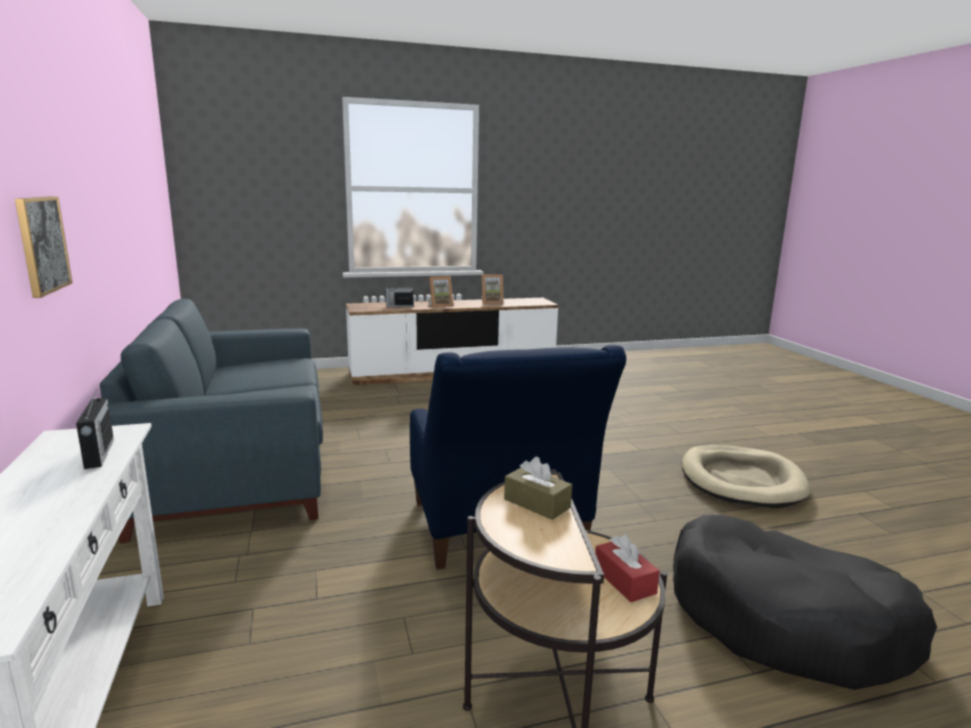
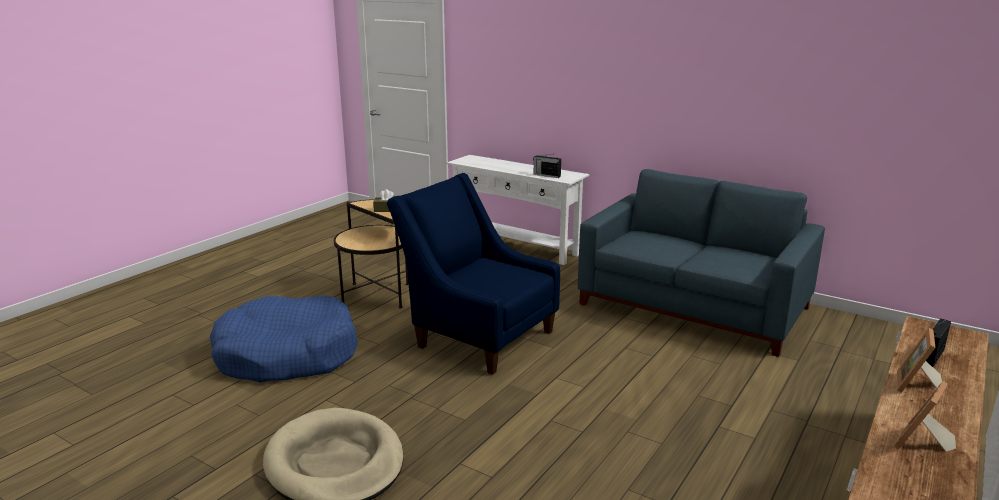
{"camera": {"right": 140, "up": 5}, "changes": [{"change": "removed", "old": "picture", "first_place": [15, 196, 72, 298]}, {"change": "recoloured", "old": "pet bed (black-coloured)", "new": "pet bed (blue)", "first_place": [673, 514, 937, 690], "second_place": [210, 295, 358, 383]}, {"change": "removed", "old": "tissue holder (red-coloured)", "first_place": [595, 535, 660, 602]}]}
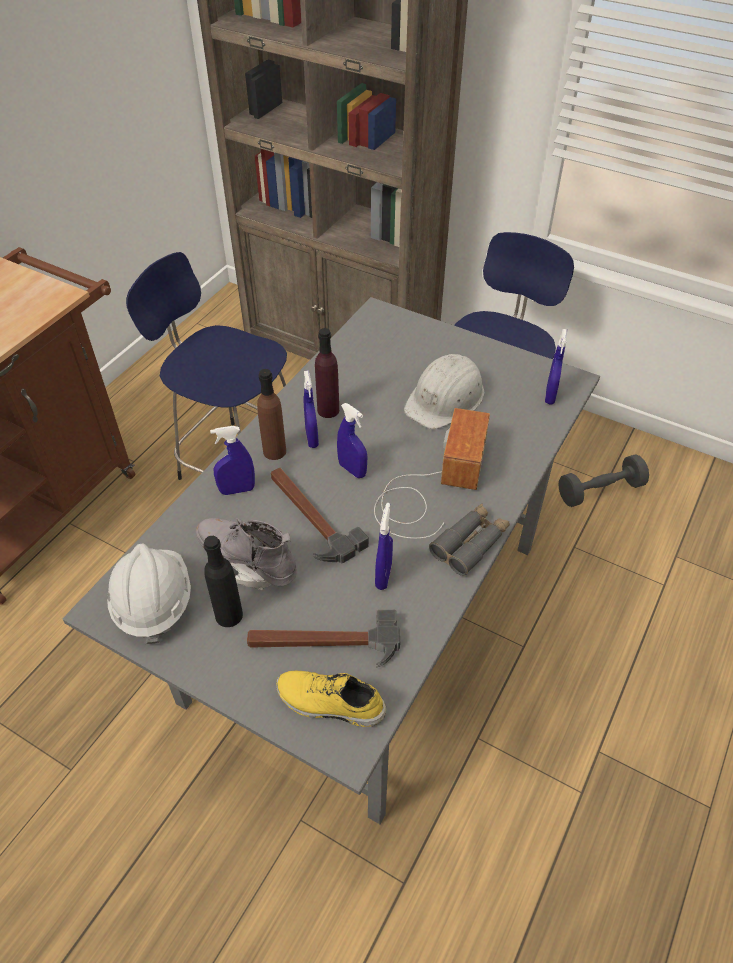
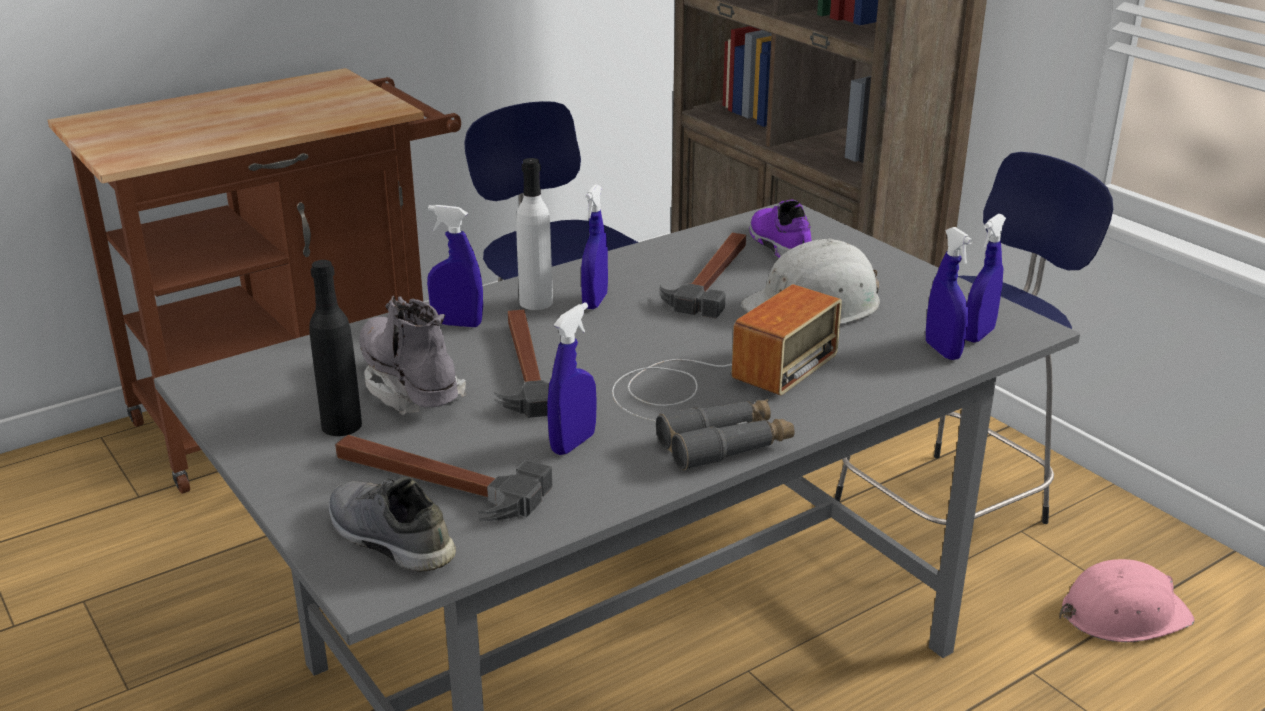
{"camera": {"right": 25, "up": -20}, "changes": [{"change": "removed", "old": "drink bottle (purple)", "first_place": [315, 328, 339, 418]}, {"change": "recoloured", "old": "drink bottle (brownish)", "new": "drink bottle (whitish)", "first_place": [257, 369, 286, 460], "second_place": [516, 158, 553, 310]}, {"change": "moved", "old": "sprayer (blue)", "first_place": [337, 403, 367, 478], "second_place": [926, 227, 973, 360]}, {"change": "replaced", "old": "dumbbell (greyish)", "new": "hard hat (pink)", "first_place": [558, 454, 649, 507], "second_place": [1060, 559, 1194, 642]}, {"change": "removed", "old": "hard hat (whitish)", "first_place": [107, 544, 191, 644]}, {"change": "recoloured", "old": "shoe (yellow-coloured)", "new": "shoe (greyish)", "first_place": [276, 671, 386, 727], "second_place": [329, 477, 456, 572]}, {"change": "added", "new": "shoe (purple)", "second_place": [749, 200, 812, 258]}, {"change": "added", "new": "tool hammer", "second_place": [659, 233, 746, 318]}]}
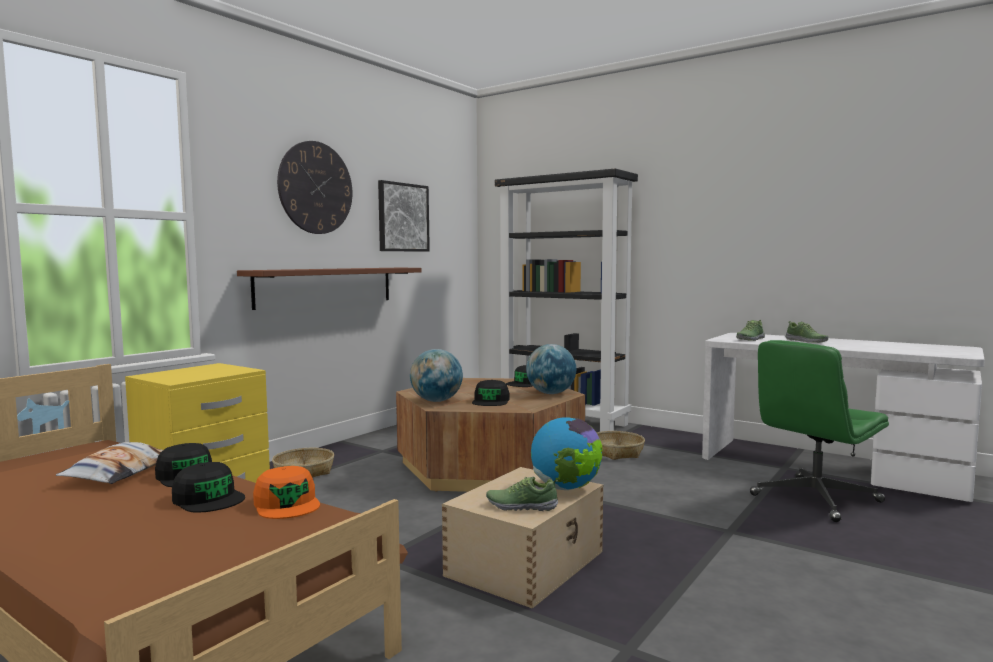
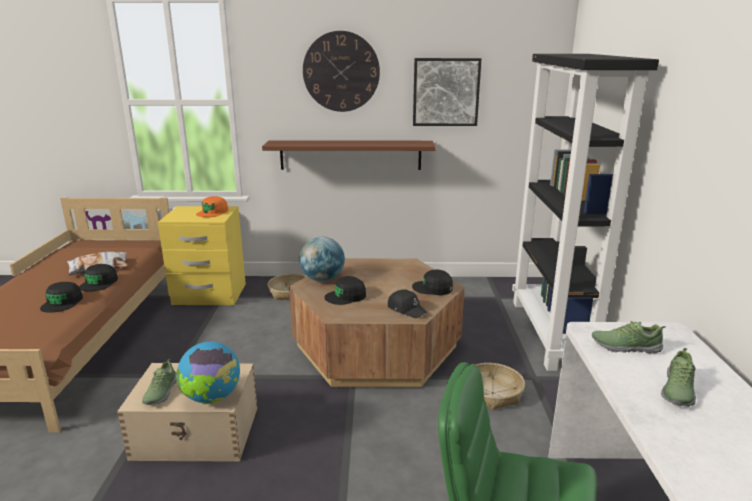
{"camera": {"right": 55, "up": 15}, "changes": [{"change": "replaced", "old": "world globe", "new": "cap (black-coloured)", "first_place": [526, 344, 576, 394], "second_place": [388, 289, 427, 318]}, {"change": "moved", "old": "cap (orangey)", "first_place": [253, 466, 320, 519], "second_place": [196, 196, 228, 217]}, {"change": "turned", "old": "shoe", "first_place": [486, 477, 558, 511], "second_place": [142, 359, 177, 405], "degrees": -150}]}
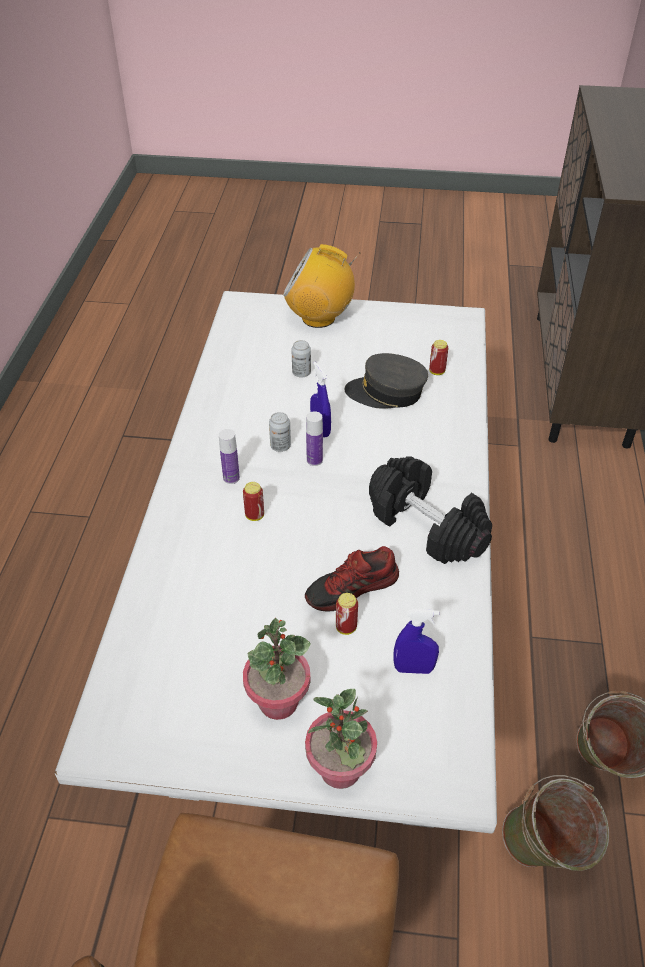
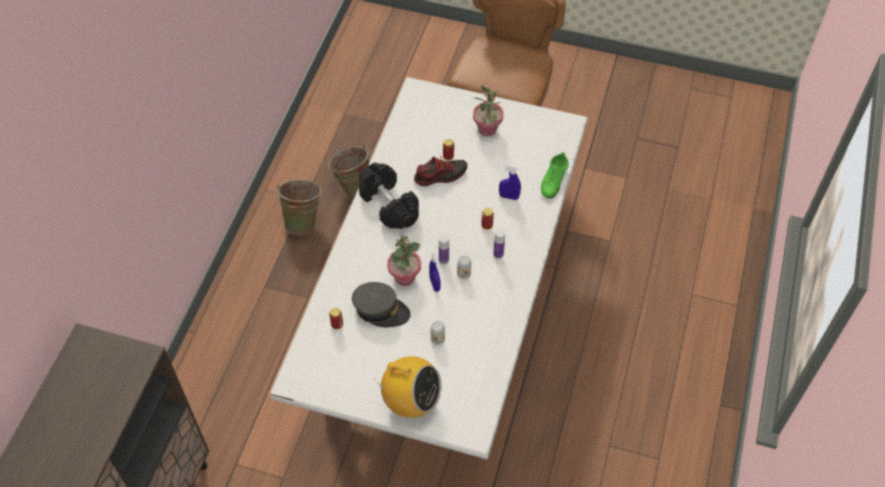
{"camera": {"right": -170, "up": 10}, "changes": [{"change": "moved", "old": "sprayer (blue)", "first_place": [393, 609, 439, 674], "second_place": [499, 165, 521, 200]}, {"change": "moved", "old": "plant in a pot", "first_place": [305, 689, 377, 789], "second_place": [387, 236, 421, 286]}, {"change": "added", "new": "shoe (green-coloured)", "second_place": [541, 152, 569, 199]}]}
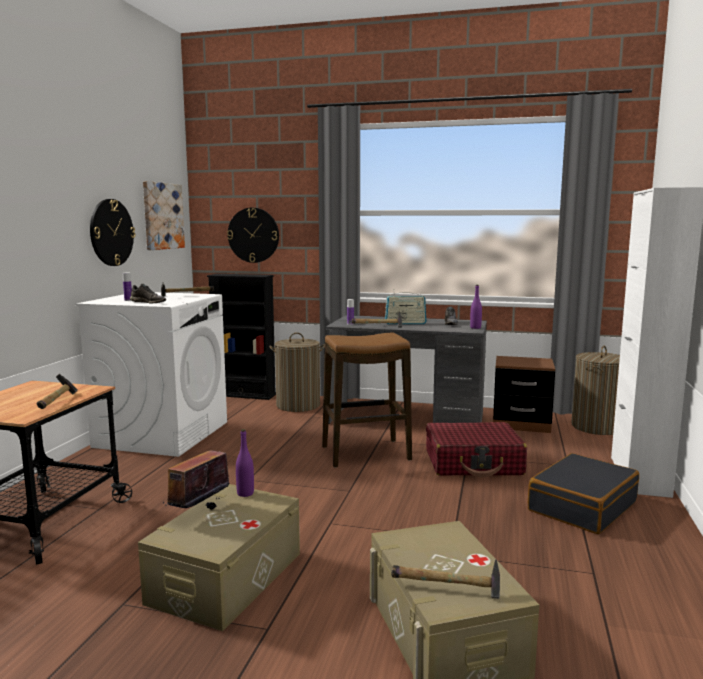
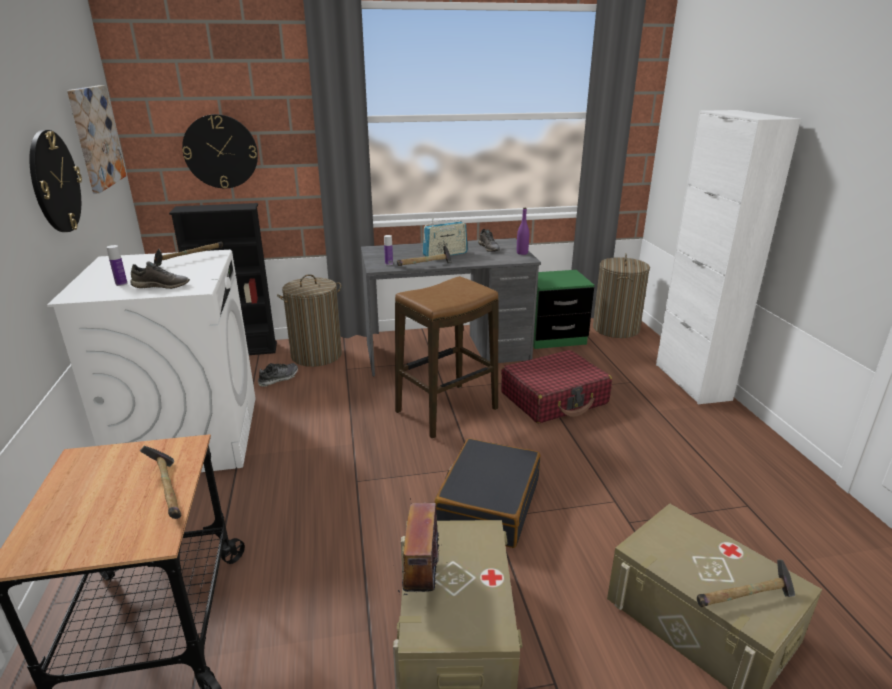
{"camera": {"right": -25, "up": 15}, "changes": [{"change": "recoloured", "old": "bedside table (brownish)", "new": "bedside table (green-coloured)", "first_place": [493, 356, 555, 433], "second_place": [533, 270, 595, 349]}, {"change": "removed", "old": "drink bottle (purple)", "first_place": [236, 429, 254, 497]}, {"change": "moved", "old": "suitcase (black-coloured)", "first_place": [528, 453, 639, 534], "second_place": [434, 438, 540, 548]}, {"change": "added", "new": "shoe", "second_place": [258, 363, 298, 387]}]}
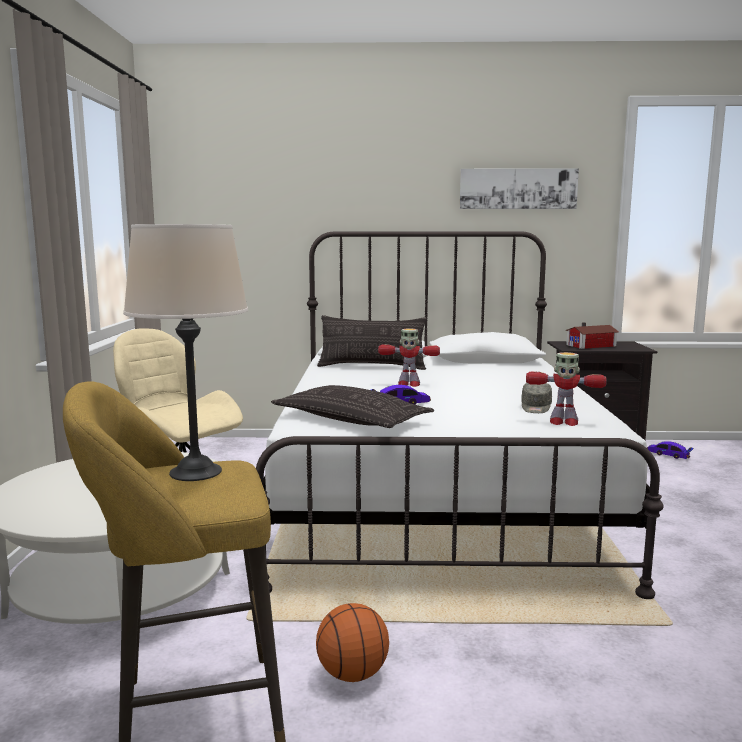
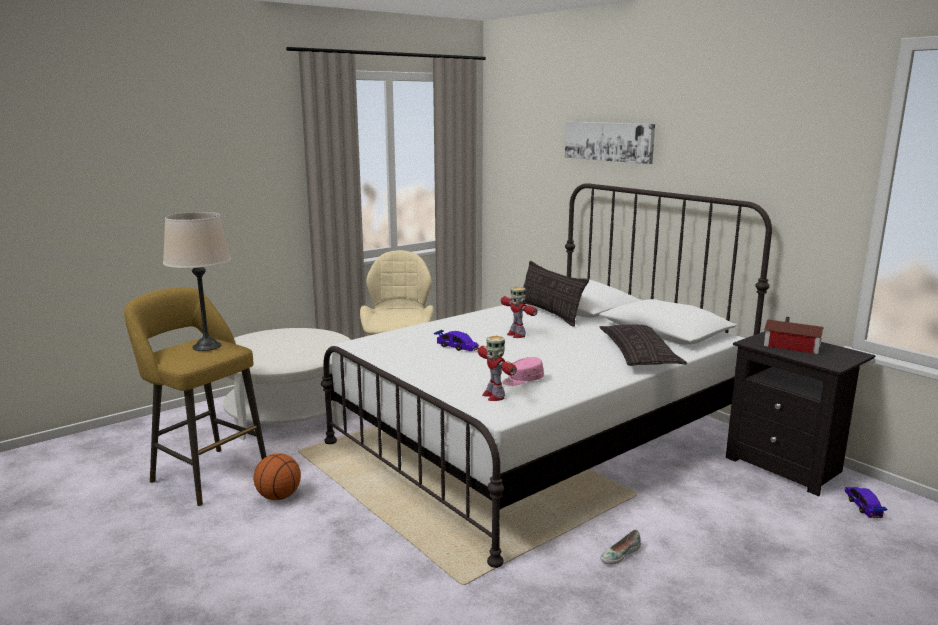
{"camera": {"right": 50, "up": 5}, "changes": [{"change": "moved", "old": "picture", "first_place": [460, 168, 579, 209], "second_place": [565, 122, 655, 164]}, {"change": "recoloured", "old": "cap (greyish)", "new": "cap (pink)", "first_place": [521, 383, 552, 413], "second_place": [503, 357, 544, 386]}, {"change": "moved", "old": "throw pillow", "first_place": [271, 385, 434, 428], "second_place": [600, 324, 687, 366]}, {"change": "added", "new": "shoe (whitish)", "second_place": [600, 529, 641, 565]}]}
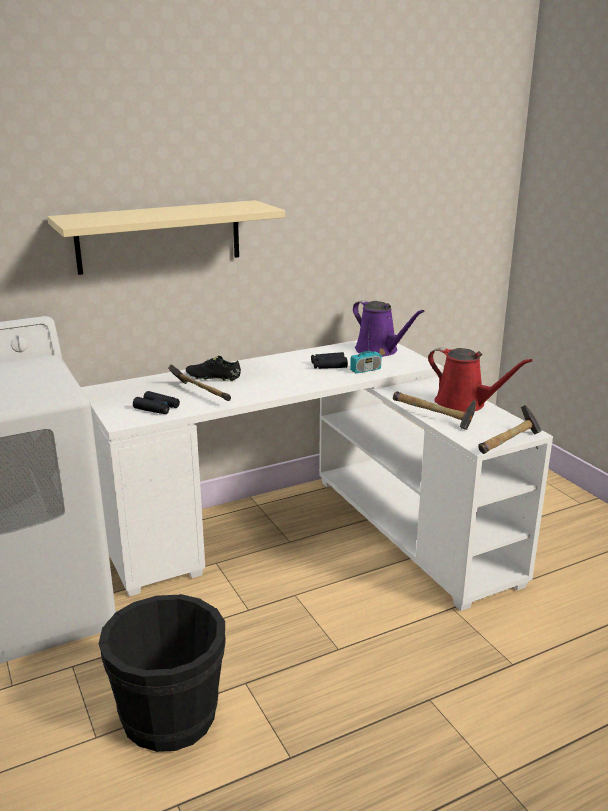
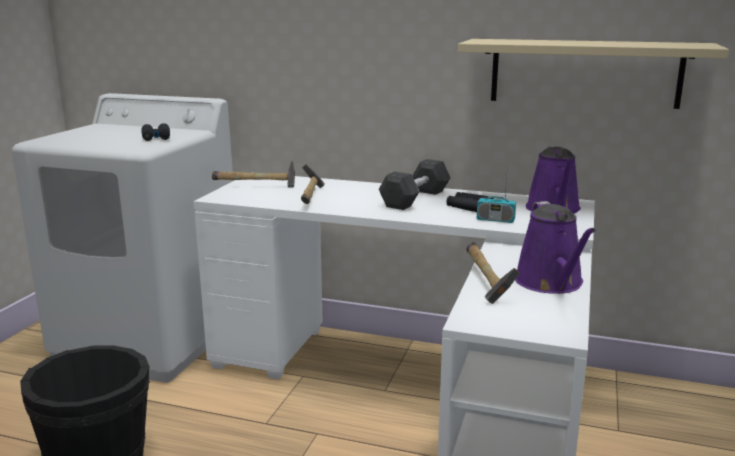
{"camera": {"right": 45, "up": -5}, "changes": [{"change": "moved", "old": "shelf (beige)", "first_place": [47, 200, 285, 275], "second_place": [458, 39, 729, 109]}, {"change": "recoloured", "old": "watering pot (red-coloured)", "new": "watering pot (purple)", "first_place": [428, 347, 533, 413], "second_place": [515, 201, 596, 294]}, {"change": "removed", "old": "shoe (black-coloured)", "first_place": [186, 356, 241, 382]}, {"change": "moved", "old": "field glasses (black-coloured)", "first_place": [133, 391, 180, 414], "second_place": [141, 123, 170, 141]}, {"change": "moved", "old": "tool hammer", "first_place": [478, 405, 542, 454], "second_place": [212, 161, 295, 188]}, {"change": "added", "new": "dumbbell (greyish)", "second_place": [379, 159, 451, 210]}]}
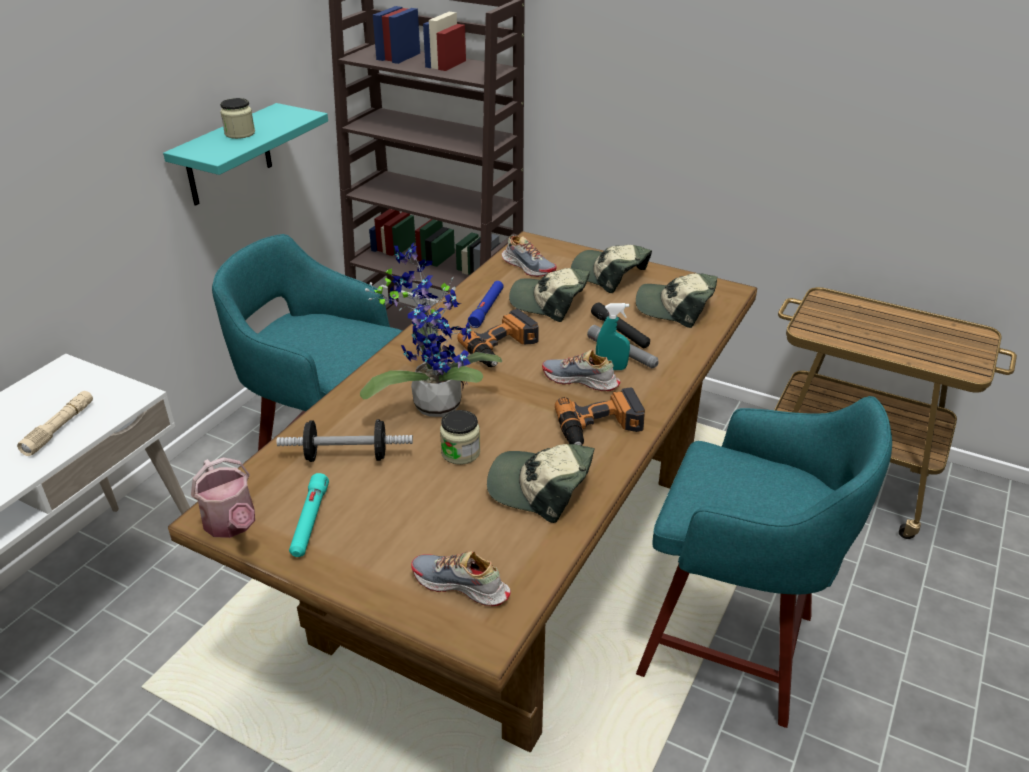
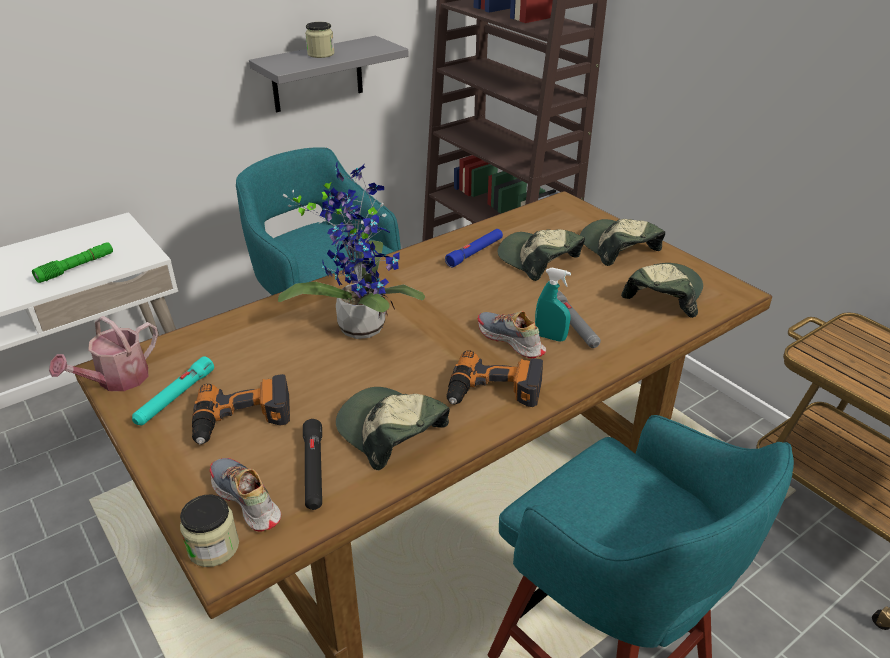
{"camera": {"right": 25, "up": 0}, "changes": [{"change": "recoloured", "old": "shelf (turquoise)", "new": "shelf (greyish)", "first_place": [163, 103, 328, 205], "second_place": [249, 36, 409, 112]}, {"change": "removed", "old": "shoe", "first_place": [502, 235, 557, 277]}, {"change": "turned", "old": "cap", "first_place": [636, 273, 718, 328], "second_place": [621, 263, 703, 318], "degrees": 75}, {"change": "moved", "old": "hand torch (black-coloured)", "first_place": [591, 303, 650, 348], "second_place": [303, 419, 322, 510]}, {"change": "moved", "old": "power drill", "first_place": [457, 309, 539, 367], "second_place": [192, 374, 290, 444]}, {"change": "recoloured", "old": "hand torch (beige)", "new": "hand torch (green-coloured)", "first_place": [17, 391, 93, 456], "second_place": [32, 242, 113, 283]}, {"change": "moved", "old": "jar", "first_place": [440, 410, 480, 465], "second_place": [180, 495, 239, 567]}, {"change": "removed", "old": "dumbbell", "first_place": [277, 419, 413, 462]}, {"change": "turned", "old": "watering pot", "first_place": [191, 457, 255, 538], "second_place": [49, 316, 158, 391], "degrees": 45}]}
